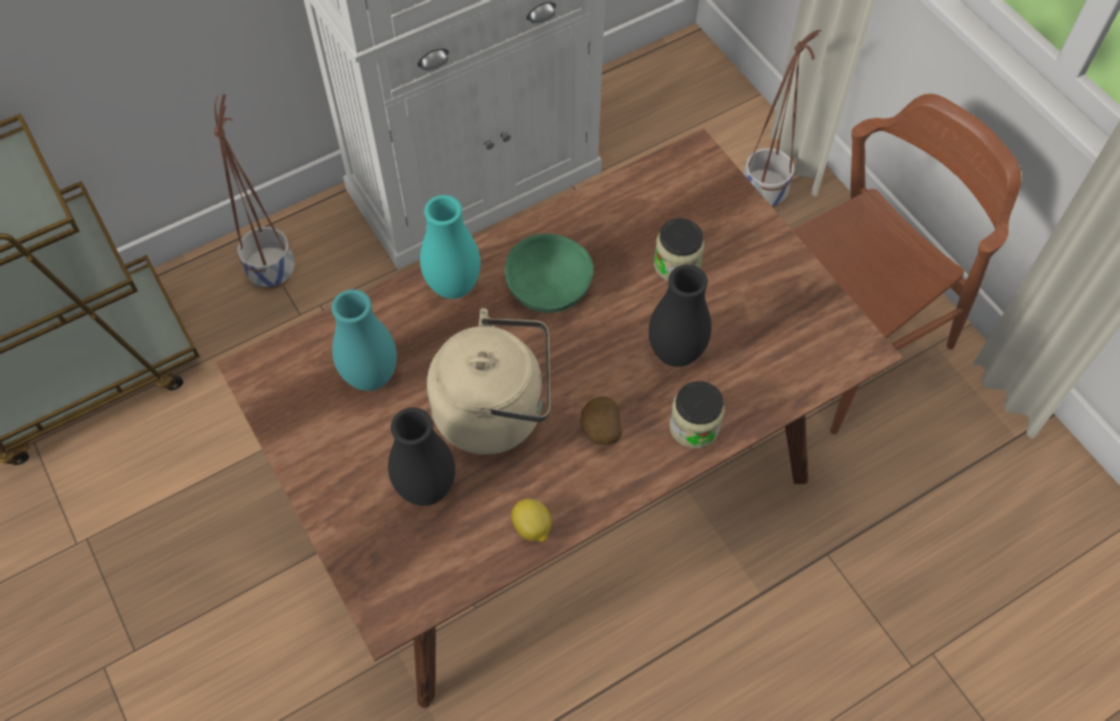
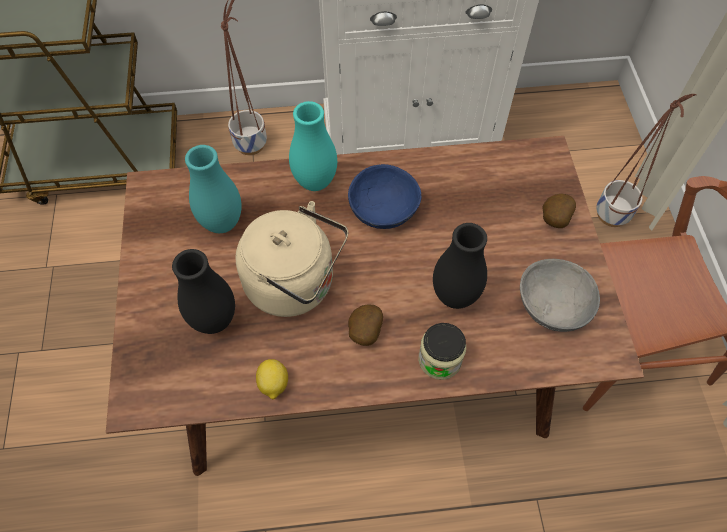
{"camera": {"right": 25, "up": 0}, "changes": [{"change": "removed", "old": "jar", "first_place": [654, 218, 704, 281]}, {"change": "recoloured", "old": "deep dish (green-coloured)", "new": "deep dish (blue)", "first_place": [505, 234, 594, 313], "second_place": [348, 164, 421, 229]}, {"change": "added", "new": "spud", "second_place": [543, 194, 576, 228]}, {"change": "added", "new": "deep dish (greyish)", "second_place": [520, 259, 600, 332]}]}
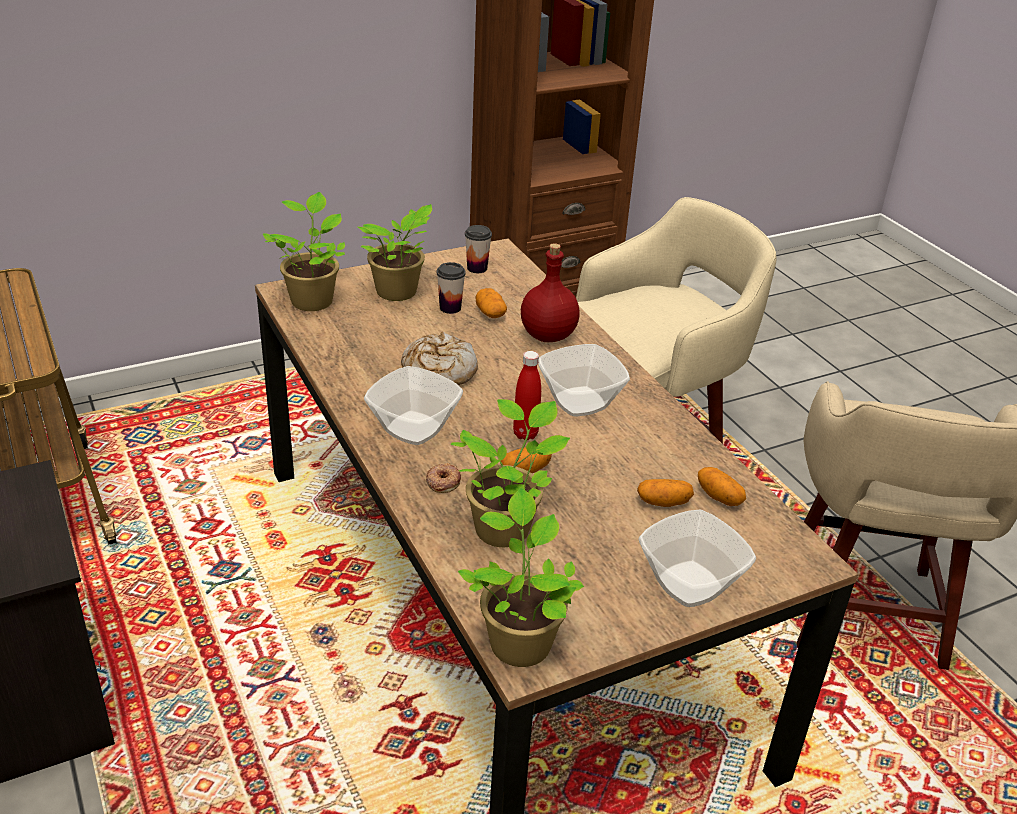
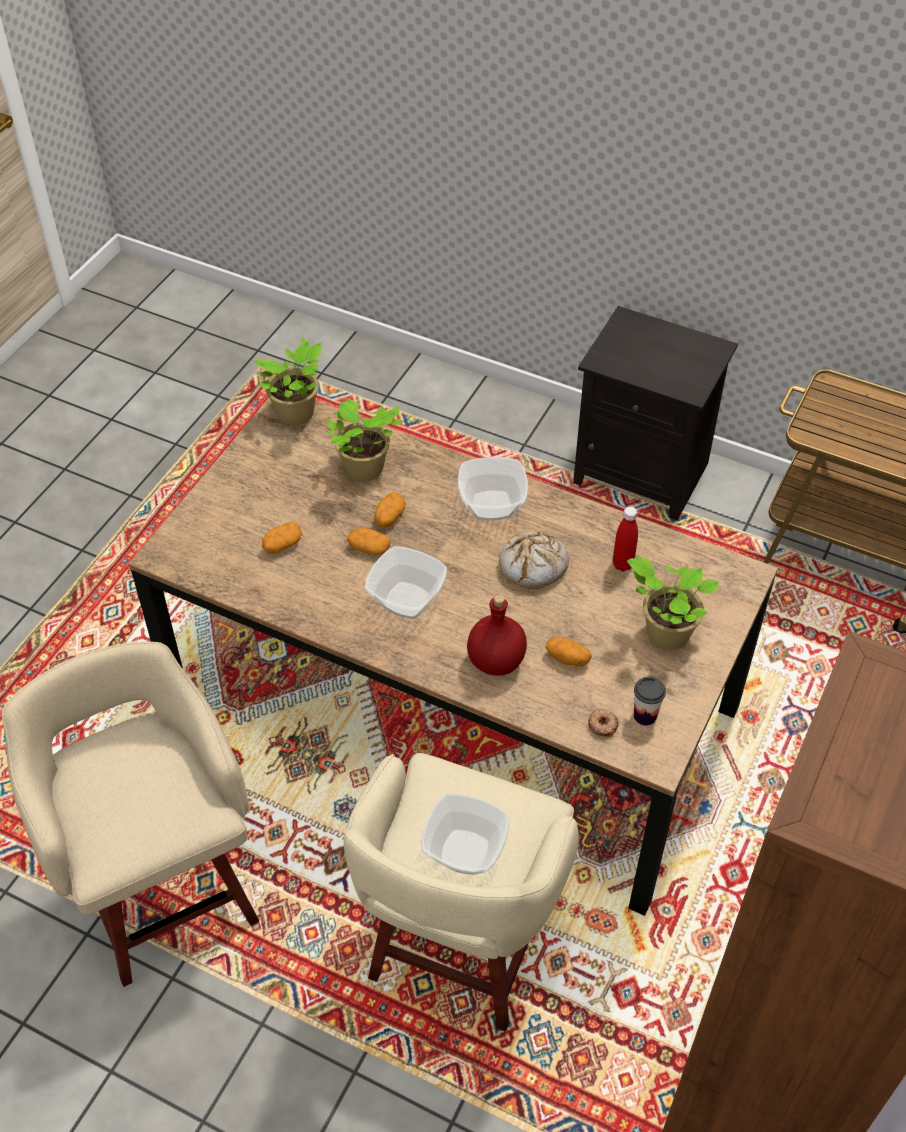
{"camera": {"right": 145, "up": 15}, "changes": [{"change": "removed", "old": "plant in a pot", "first_place": [263, 192, 345, 311]}, {"change": "removed", "old": "drinking cup", "first_place": [436, 262, 466, 314]}, {"change": "moved", "old": "drink bottle (red-coloured)", "first_place": [513, 351, 541, 440], "second_place": [613, 506, 638, 571]}, {"change": "moved", "old": "ring doughnut", "first_place": [426, 463, 461, 493], "second_place": [588, 709, 619, 739]}, {"change": "moved", "old": "spud", "first_place": [698, 467, 746, 506], "second_place": [347, 528, 391, 555]}, {"change": "moved", "old": "deep dish", "first_place": [638, 510, 756, 607], "second_place": [421, 794, 509, 875]}]}
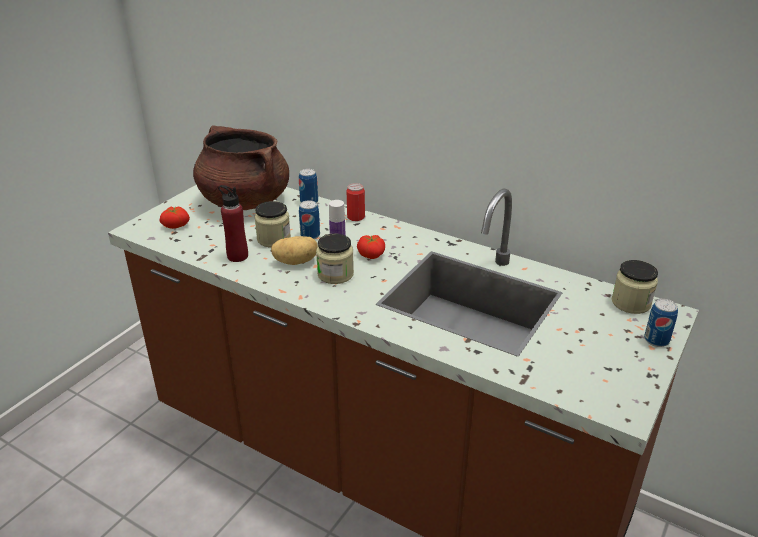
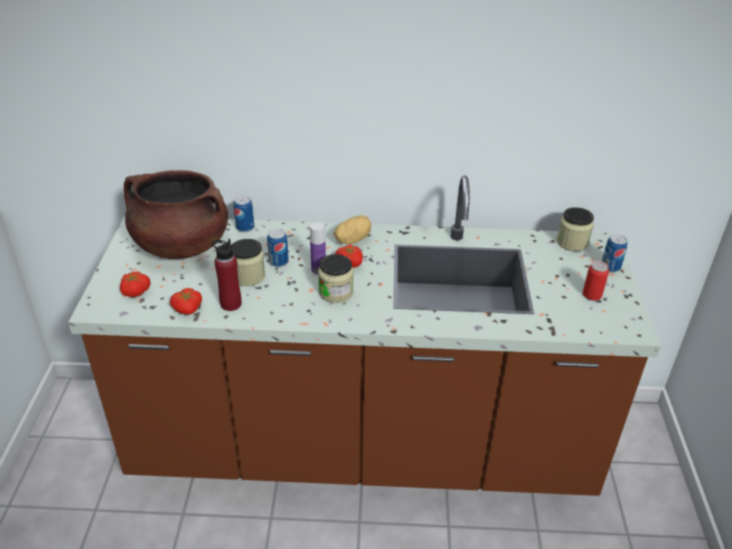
{"camera": {"right": -30, "up": 5}, "changes": [{"change": "moved", "old": "can", "first_place": [347, 183, 365, 221], "second_place": [583, 261, 609, 301]}, {"change": "moved", "old": "spud", "first_place": [271, 236, 318, 265], "second_place": [334, 215, 371, 244]}, {"change": "added", "new": "fresh tomato", "second_place": [170, 288, 202, 314]}]}
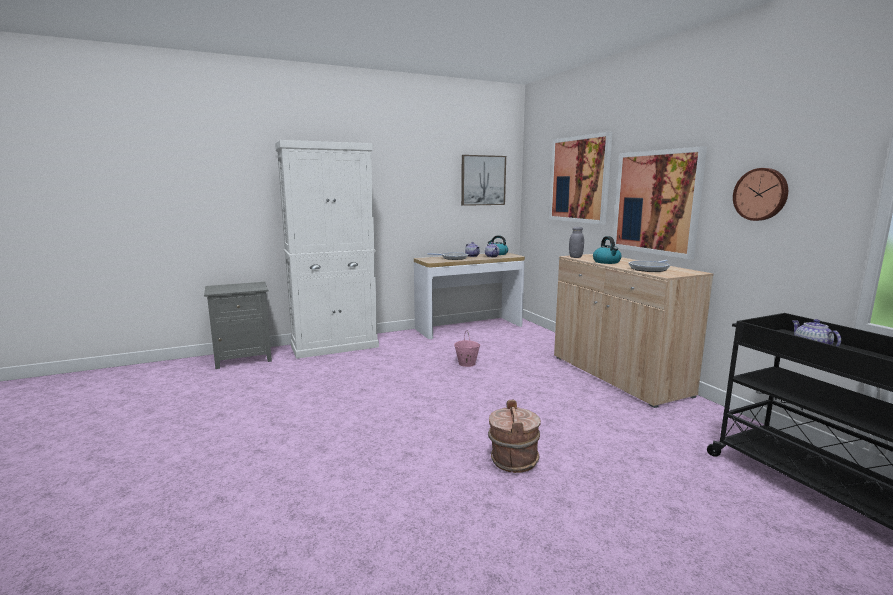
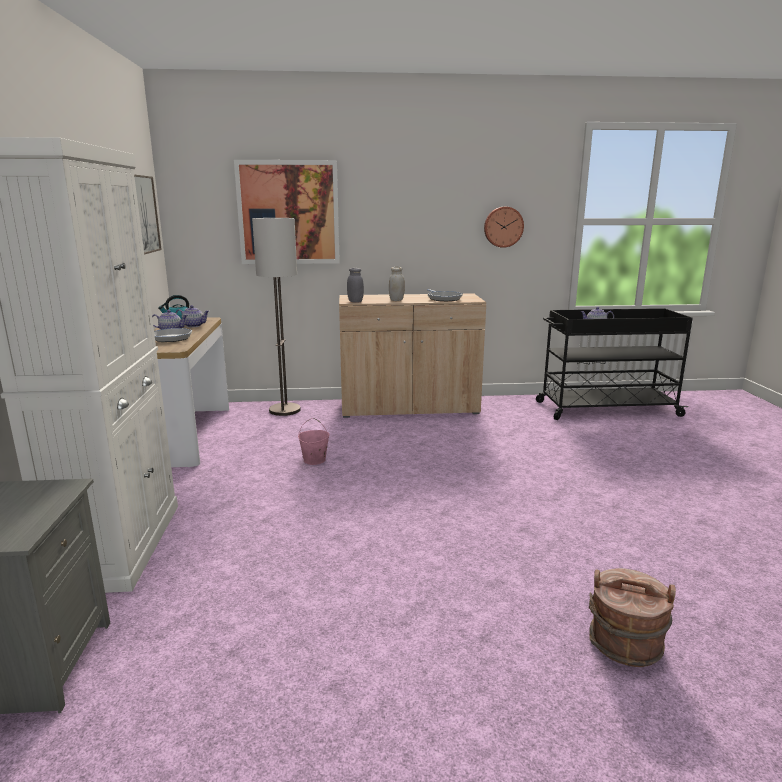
{"camera": {"right": -70, "up": 5}, "changes": [{"change": "removed", "old": "picture", "first_place": [613, 146, 707, 259]}, {"change": "replaced", "old": "tea kettle", "new": "jar (whitish)", "first_place": [593, 236, 622, 264], "second_place": [389, 267, 405, 301]}, {"change": "moved", "old": "pail (brownish)", "first_place": [488, 400, 541, 473], "second_place": [589, 568, 676, 667]}, {"change": "added", "new": "standing lamp", "second_place": [252, 218, 301, 416]}]}
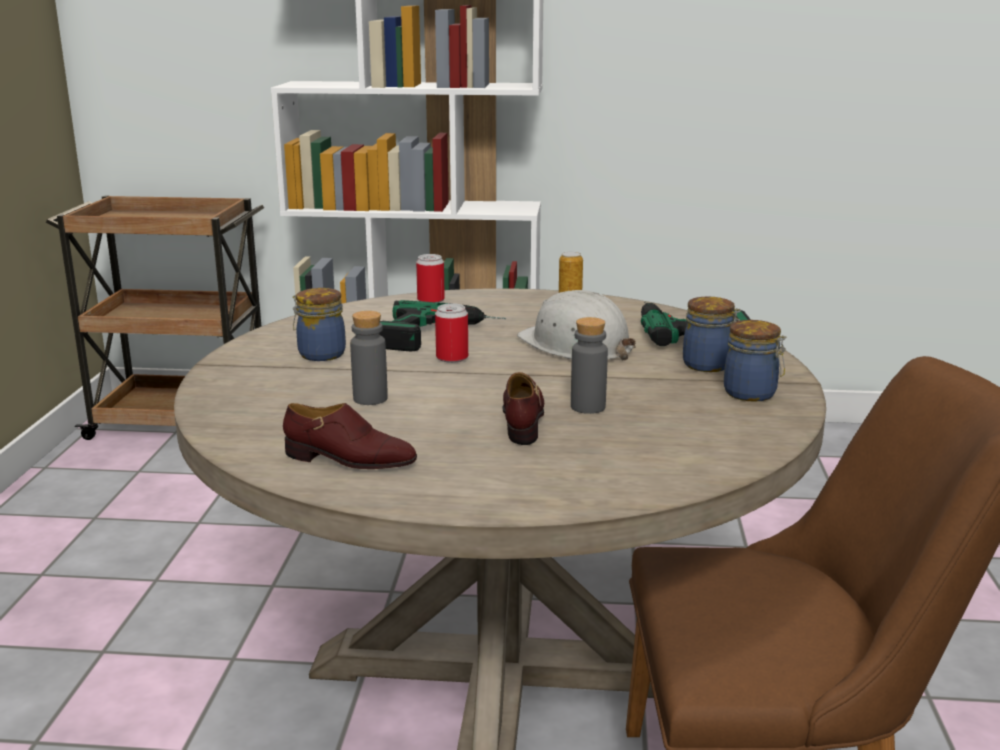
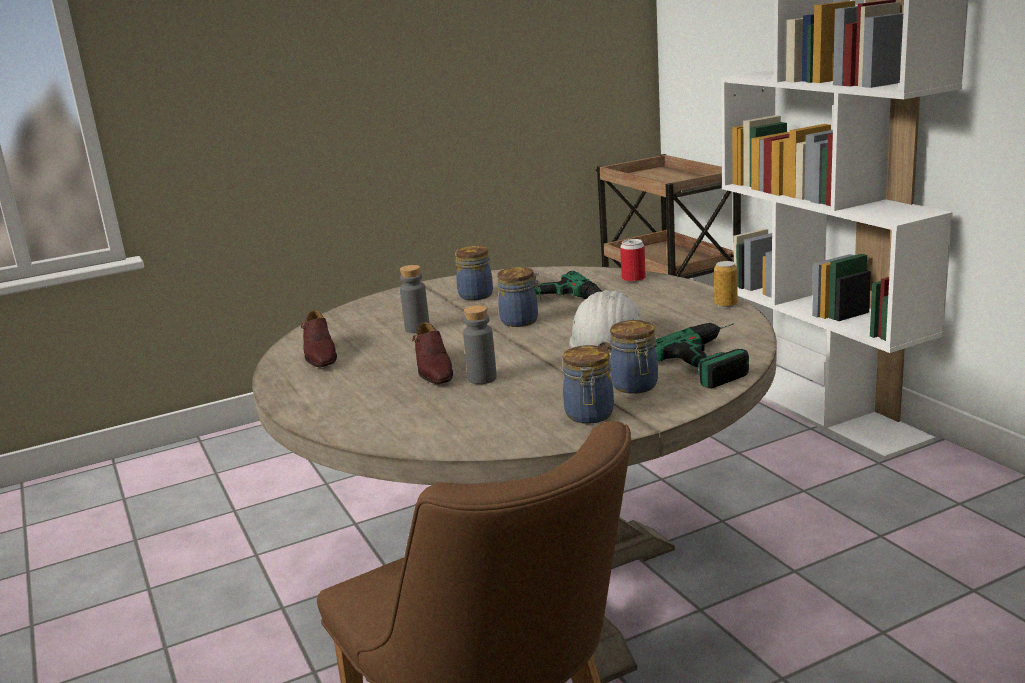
{"camera": {"right": 60, "up": 0}, "changes": [{"change": "replaced", "old": "can", "new": "jar", "first_place": [435, 303, 468, 363], "second_place": [497, 267, 542, 327]}, {"change": "turned", "old": "shoe (brownish)", "first_place": [502, 372, 544, 445], "second_place": [412, 322, 453, 384], "degrees": 105}]}
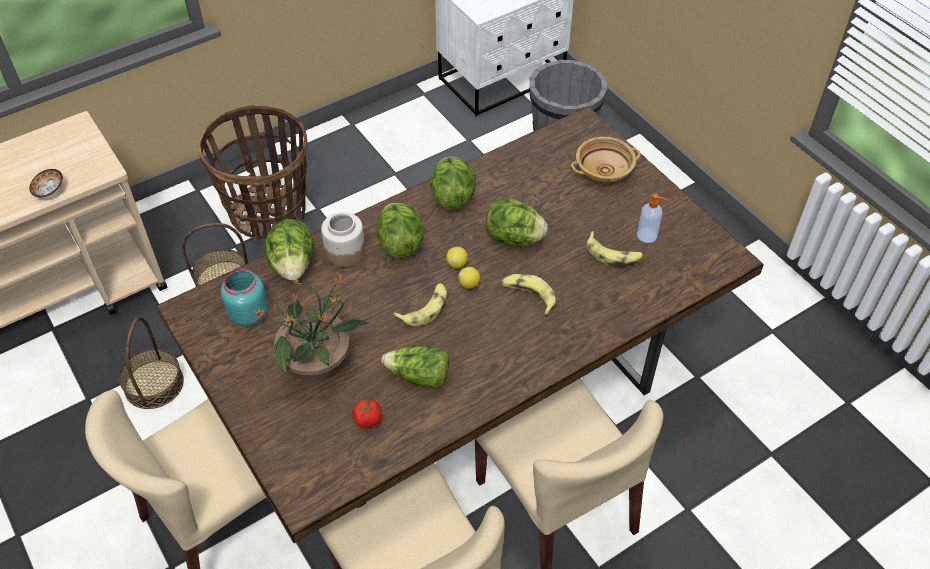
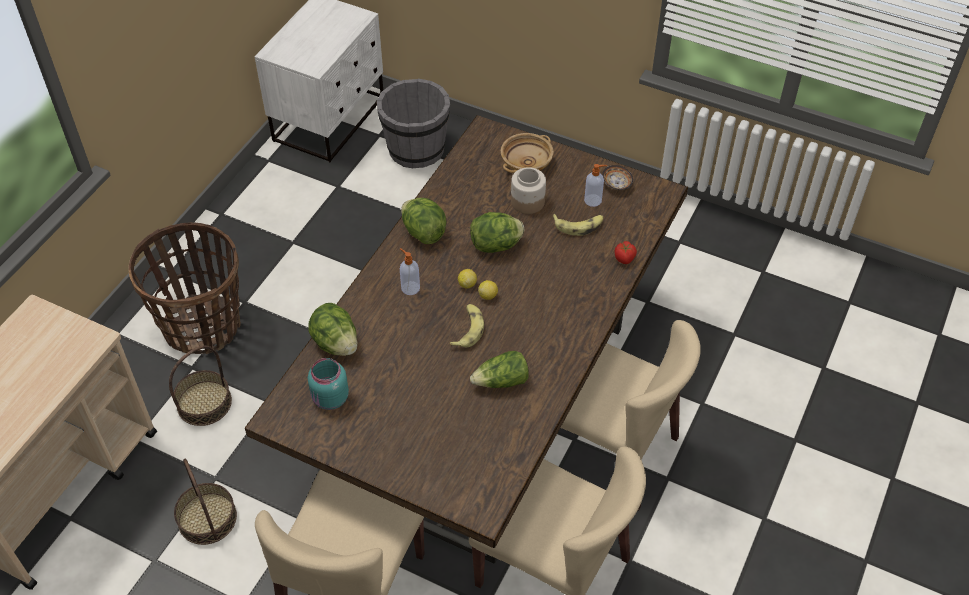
{"camera": {"right": -30, "up": 0}, "changes": [{"change": "moved", "old": "deep dish", "first_place": [29, 169, 63, 197], "second_place": [602, 165, 633, 190]}, {"change": "replaced", "old": "head of lettuce", "new": "soap dispenser", "first_place": [376, 203, 424, 259], "second_place": [400, 248, 420, 295]}, {"change": "moved", "old": "jar", "first_place": [321, 212, 365, 267], "second_place": [511, 167, 546, 214]}, {"change": "removed", "old": "plant in a pot", "first_place": [253, 273, 369, 383]}, {"change": "removed", "old": "banana fruit", "first_place": [501, 274, 556, 315]}, {"change": "moved", "old": "fresh tomato", "first_place": [352, 399, 382, 429], "second_place": [615, 241, 637, 264]}]}
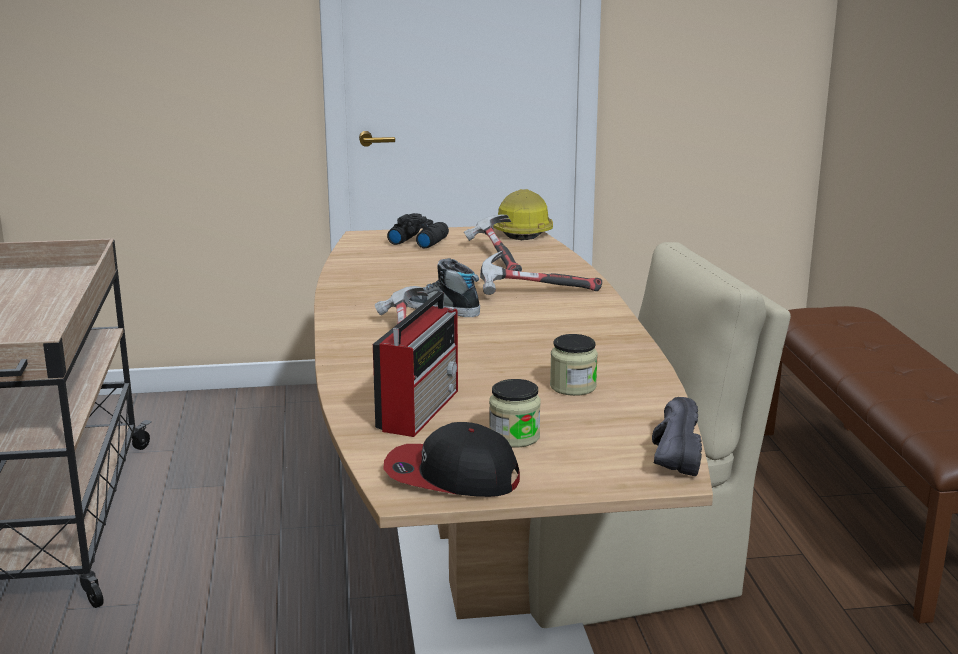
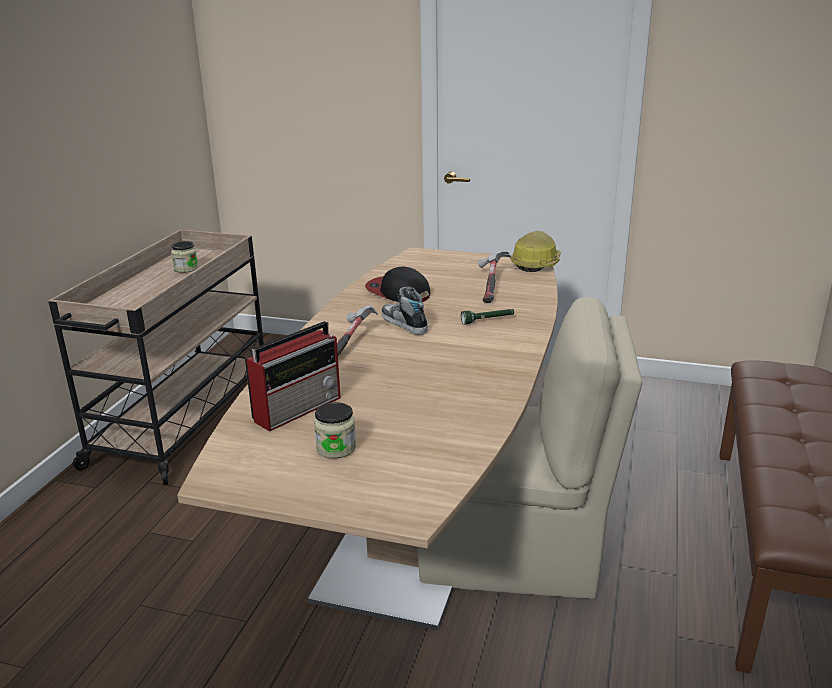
{"camera": {"right": 25, "up": 5}, "changes": [{"change": "removed", "old": "field glasses (black-coloured)", "first_place": [387, 213, 449, 248]}, {"change": "replaced", "old": "tool hammer", "new": "hand torch (green-coloured)", "first_place": [480, 251, 602, 295], "second_place": [461, 309, 514, 325]}, {"change": "moved", "old": "jar", "first_place": [550, 334, 598, 396], "second_place": [171, 241, 198, 273]}, {"change": "removed", "old": "shoe (black-coloured)", "first_place": [652, 397, 702, 476]}, {"change": "moved", "old": "cap", "first_place": [383, 422, 520, 497], "second_place": [365, 266, 430, 302]}]}
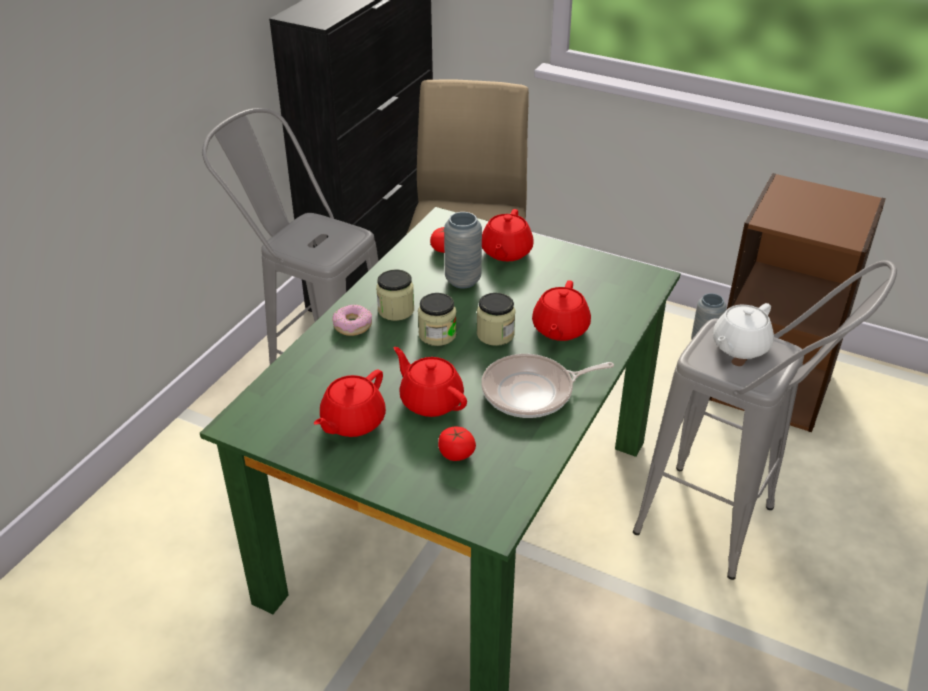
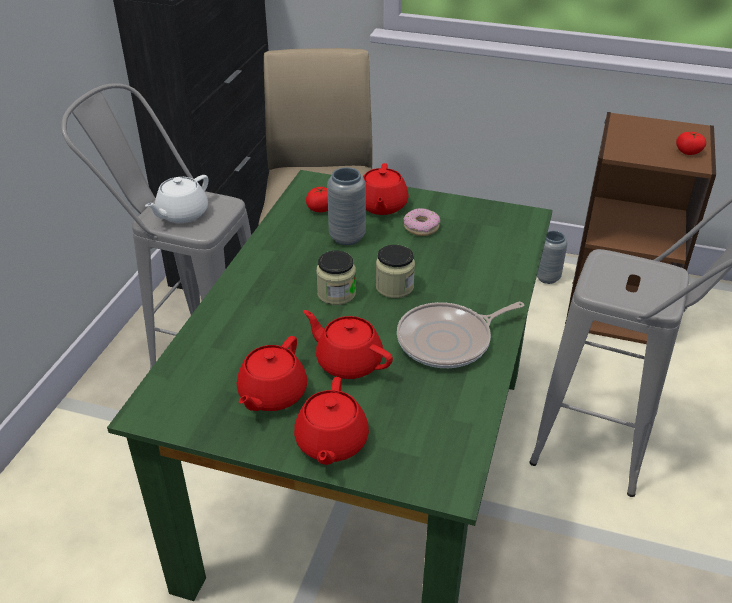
{"camera": {"right": -10, "up": 0}, "changes": [{"change": "removed", "old": "jar", "first_place": [376, 270, 414, 321]}, {"change": "moved", "old": "tea pot (red-coloured)", "first_place": [532, 280, 591, 341], "second_place": [294, 377, 369, 465]}, {"change": "moved", "old": "tea pot (whitish)", "first_place": [713, 303, 774, 359], "second_place": [145, 175, 209, 223]}, {"change": "moved", "old": "ring doughnut", "first_place": [332, 304, 372, 336], "second_place": [404, 208, 440, 236]}, {"change": "moved", "old": "fresh tomato", "first_place": [438, 427, 476, 461], "second_place": [676, 132, 706, 155]}]}
